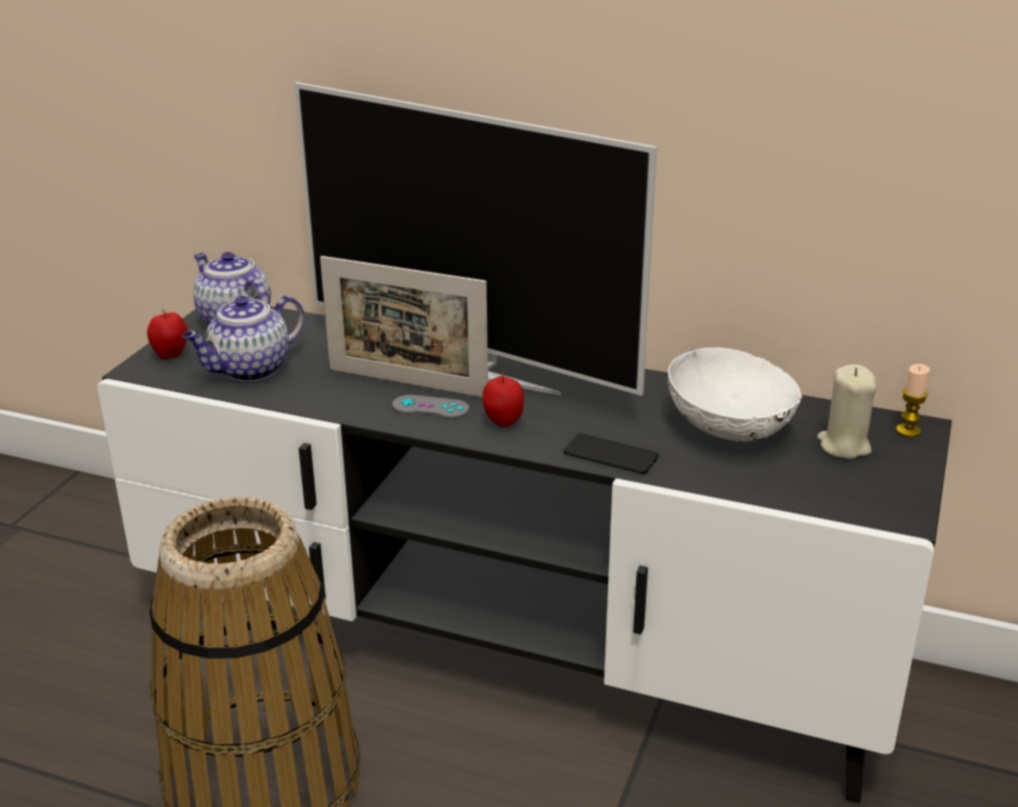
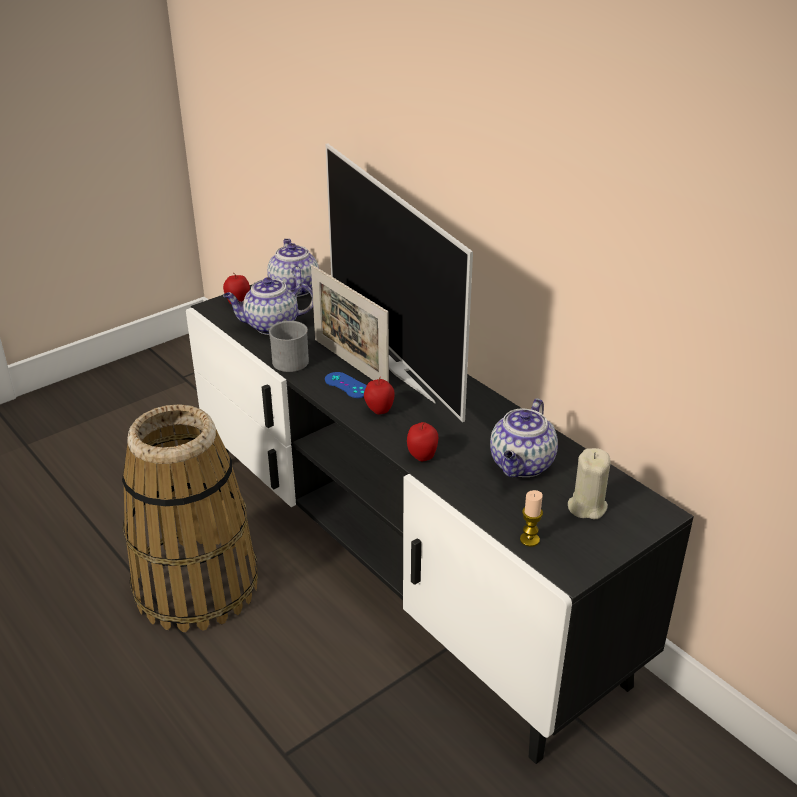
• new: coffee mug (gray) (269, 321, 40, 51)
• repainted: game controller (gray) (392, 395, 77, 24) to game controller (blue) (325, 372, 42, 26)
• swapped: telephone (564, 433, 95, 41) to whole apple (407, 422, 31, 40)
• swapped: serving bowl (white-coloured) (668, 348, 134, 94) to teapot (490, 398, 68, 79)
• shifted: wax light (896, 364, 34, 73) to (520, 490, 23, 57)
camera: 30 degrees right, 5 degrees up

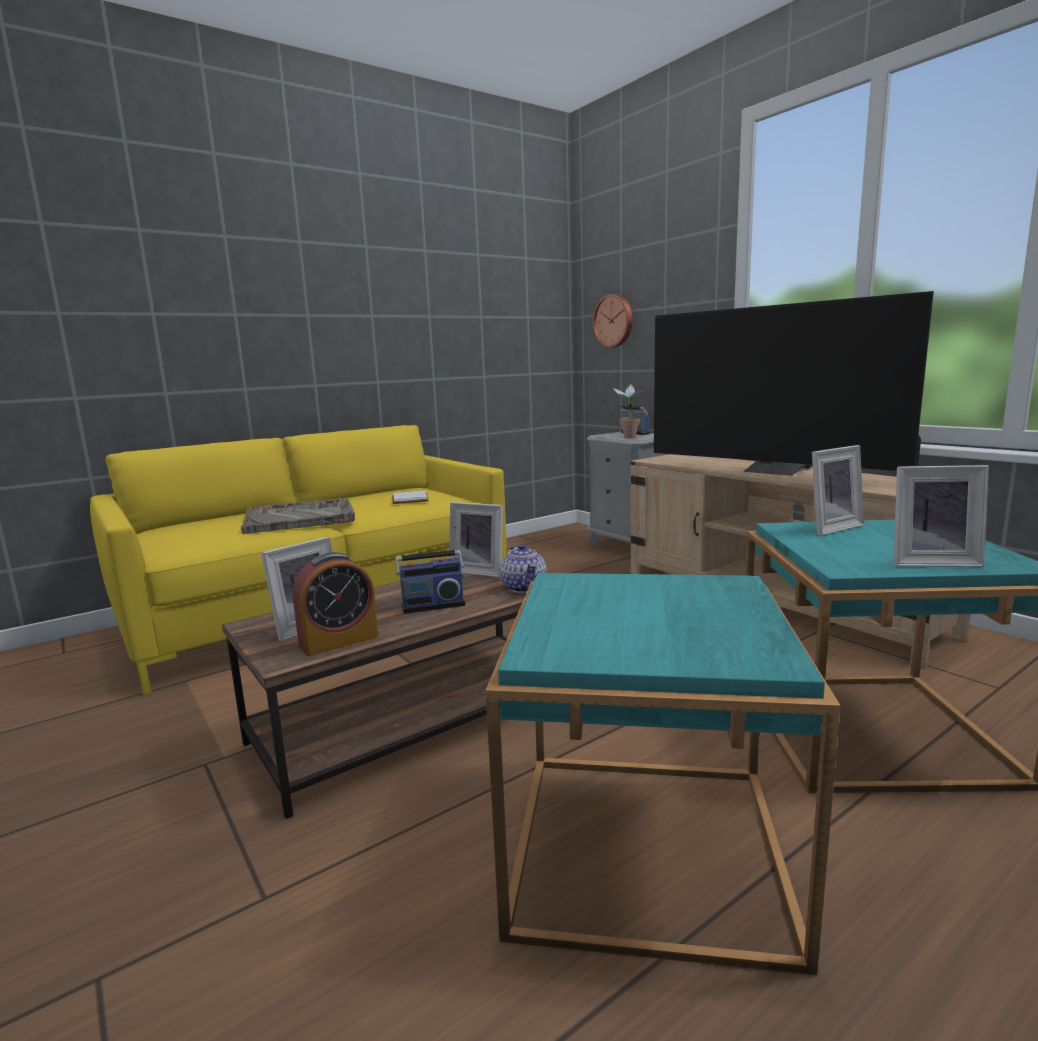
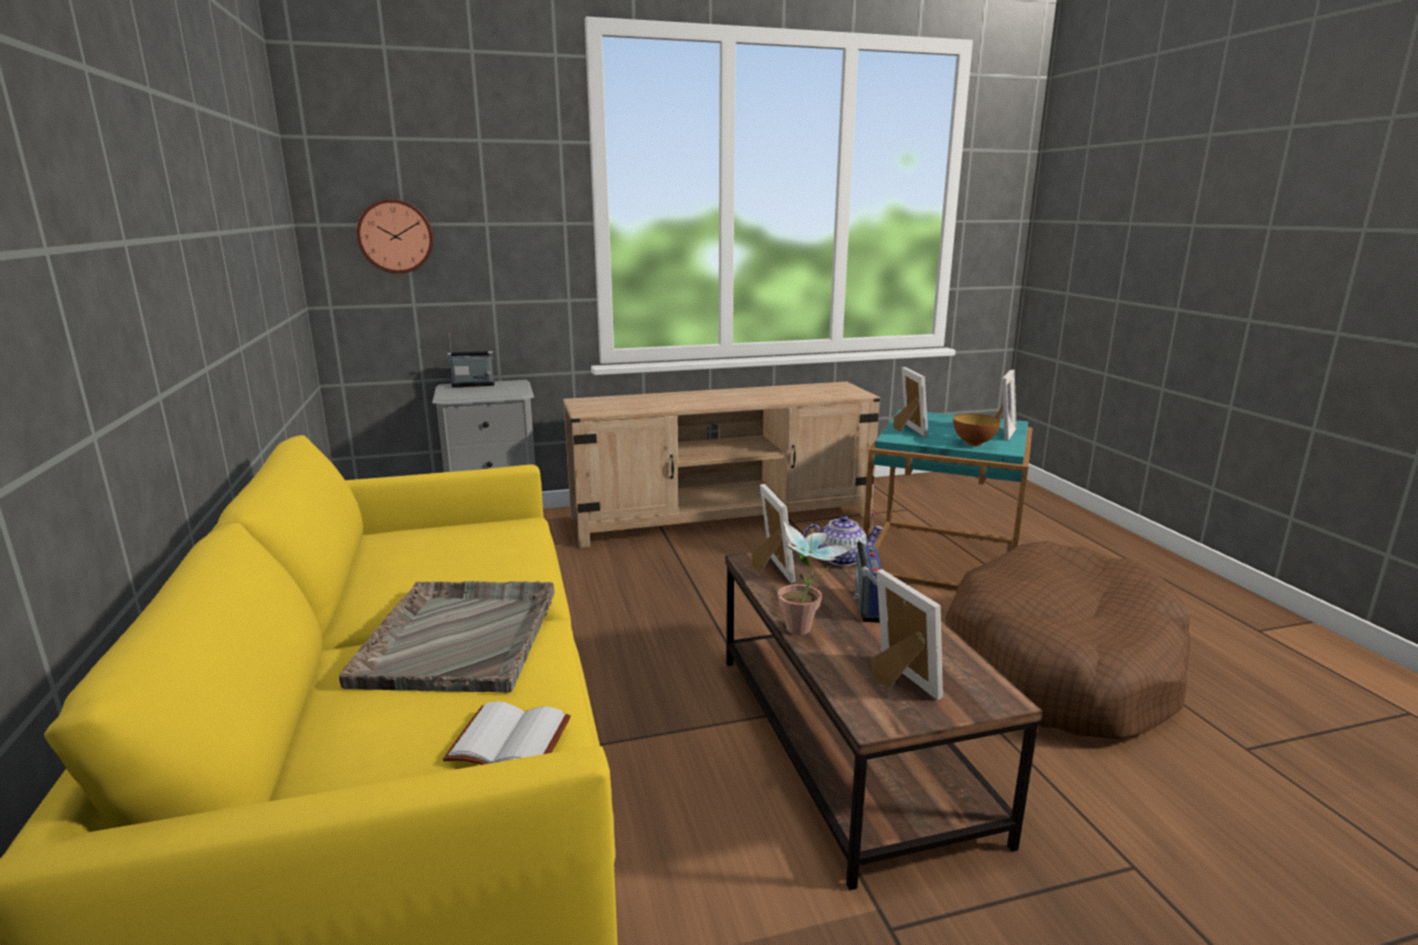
• shifted: bound book (white-coloured) (392, 491, 37, 13) to (442, 701, 129, 64)
• rotated: standing frame (449, 502, 54, 75) = (752, 484, 44, 99) 60 degrees counterclockwise
• shifted: houseplant (613, 385, 33, 53) to (778, 522, 75, 113)
• swapped: side table (turquoise) (486, 573, 355, 402) to dog bed (brown-coloured) (946, 541, 245, 199)
• new: serving bowl (953, 414, 48, 32)
• gone: bedside clock (293, 552, 86, 104)
• gone: television (654, 291, 280, 185)
camera: 70 degrees left, 5 degrees up

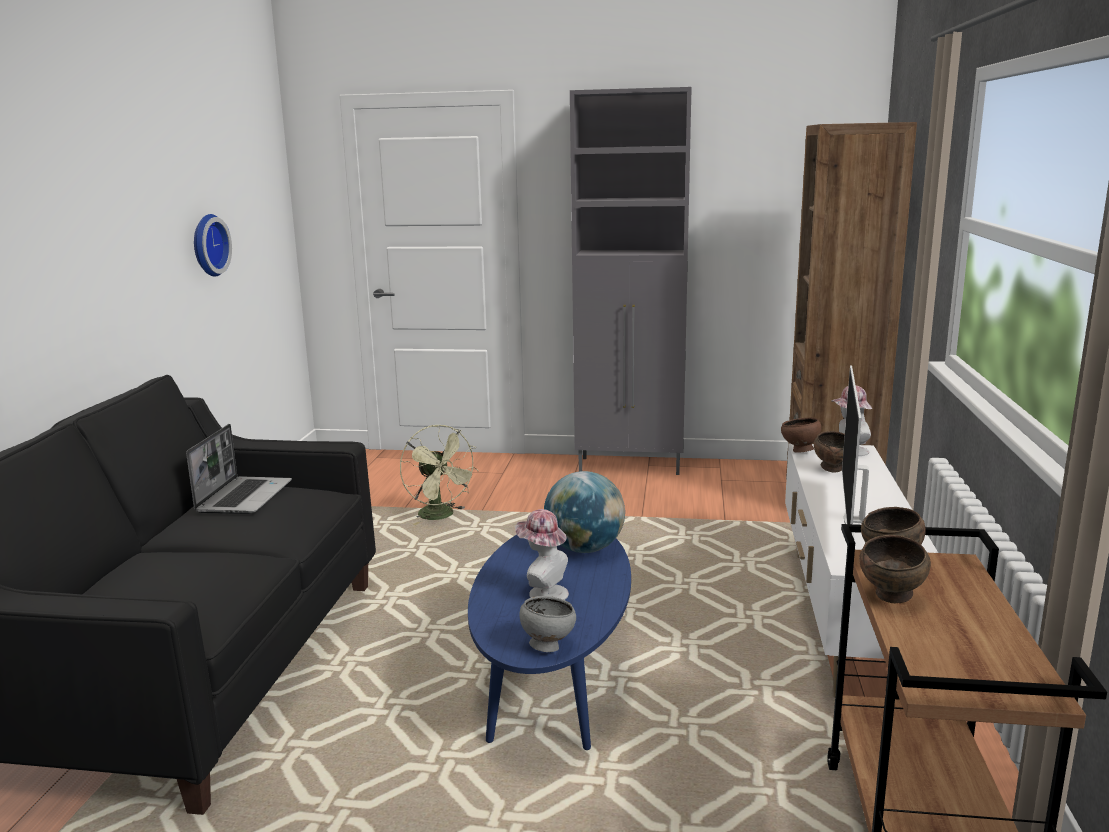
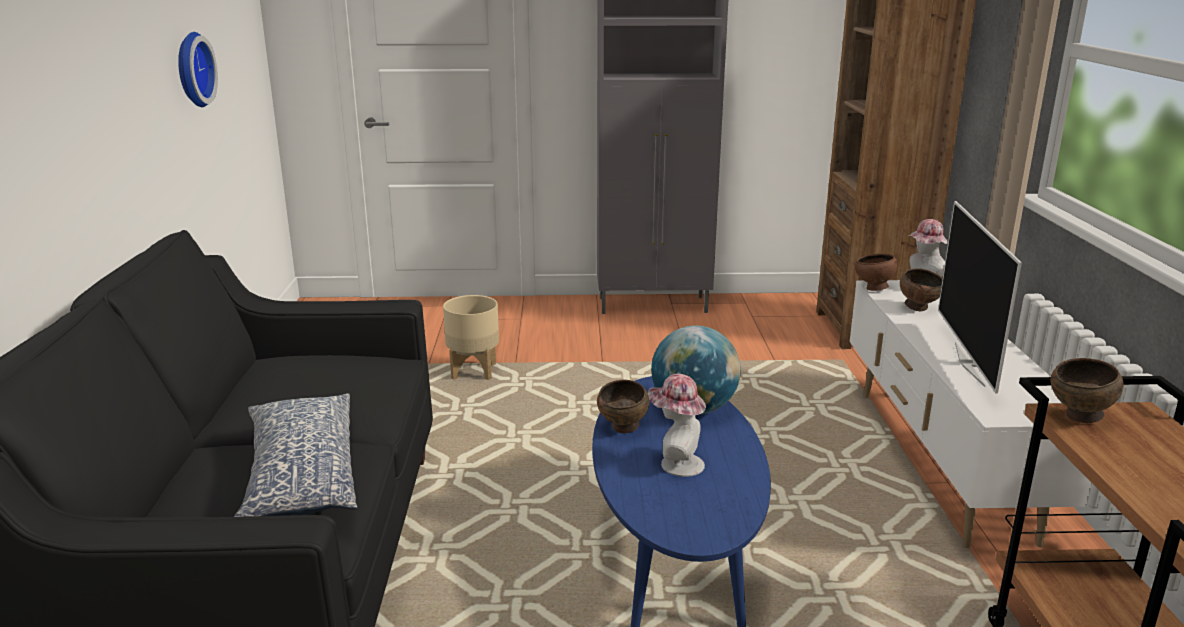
• new: pillow (234, 393, 124, 124)
• swapped: fan (green) (400, 425, 79, 100) to planter (beige-coloured) (443, 295, 56, 85)
• shifted: serving bowl (brown-coloured) (859, 535, 72, 68) to (597, 380, 52, 53)
• gone: portable computer (186, 424, 106, 90)
• gone: serving bowl (gray) (519, 596, 57, 56)
camera: 10 degrees left, 5 degrees up

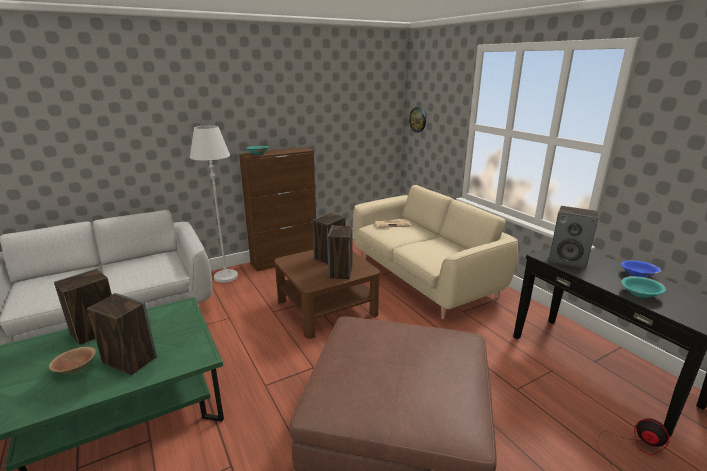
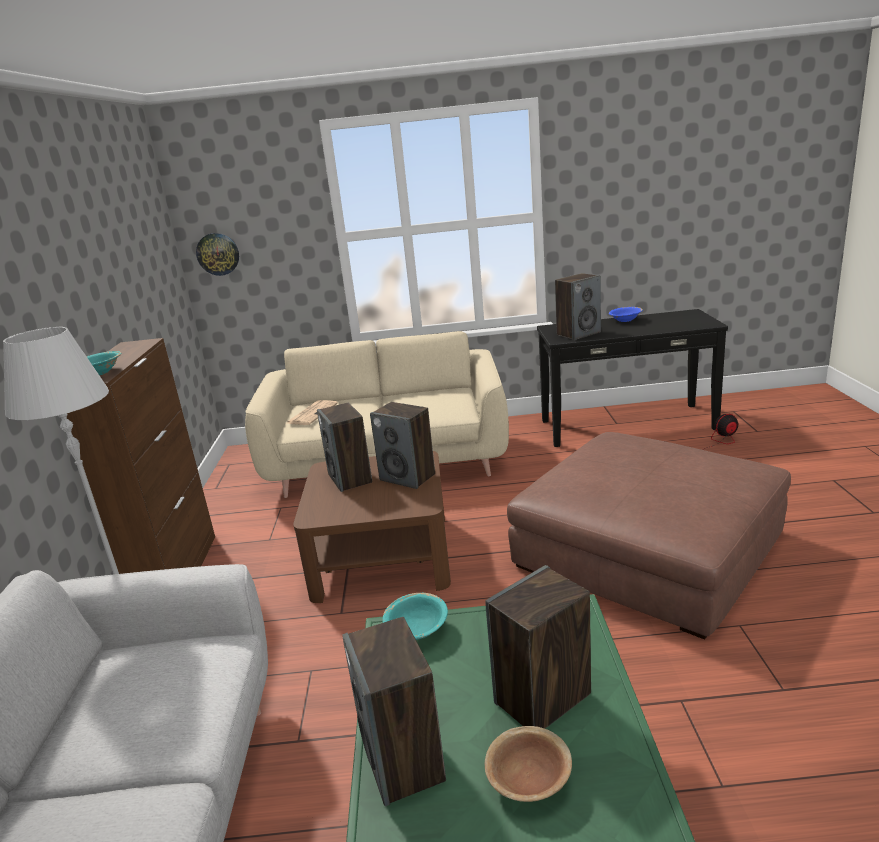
• shifted: serving bowl (turquoise) (622, 276, 44, 22) to (382, 593, 66, 47)
camera: 60 degrees left, 0 degrees up

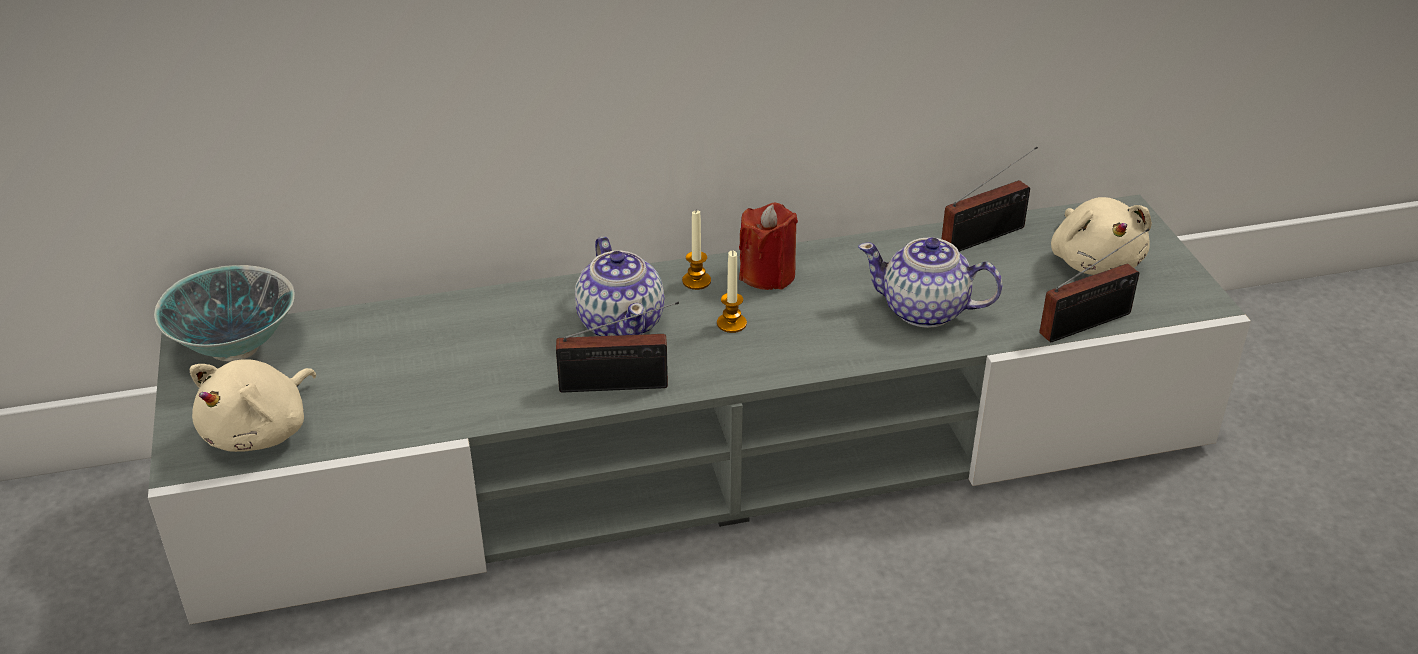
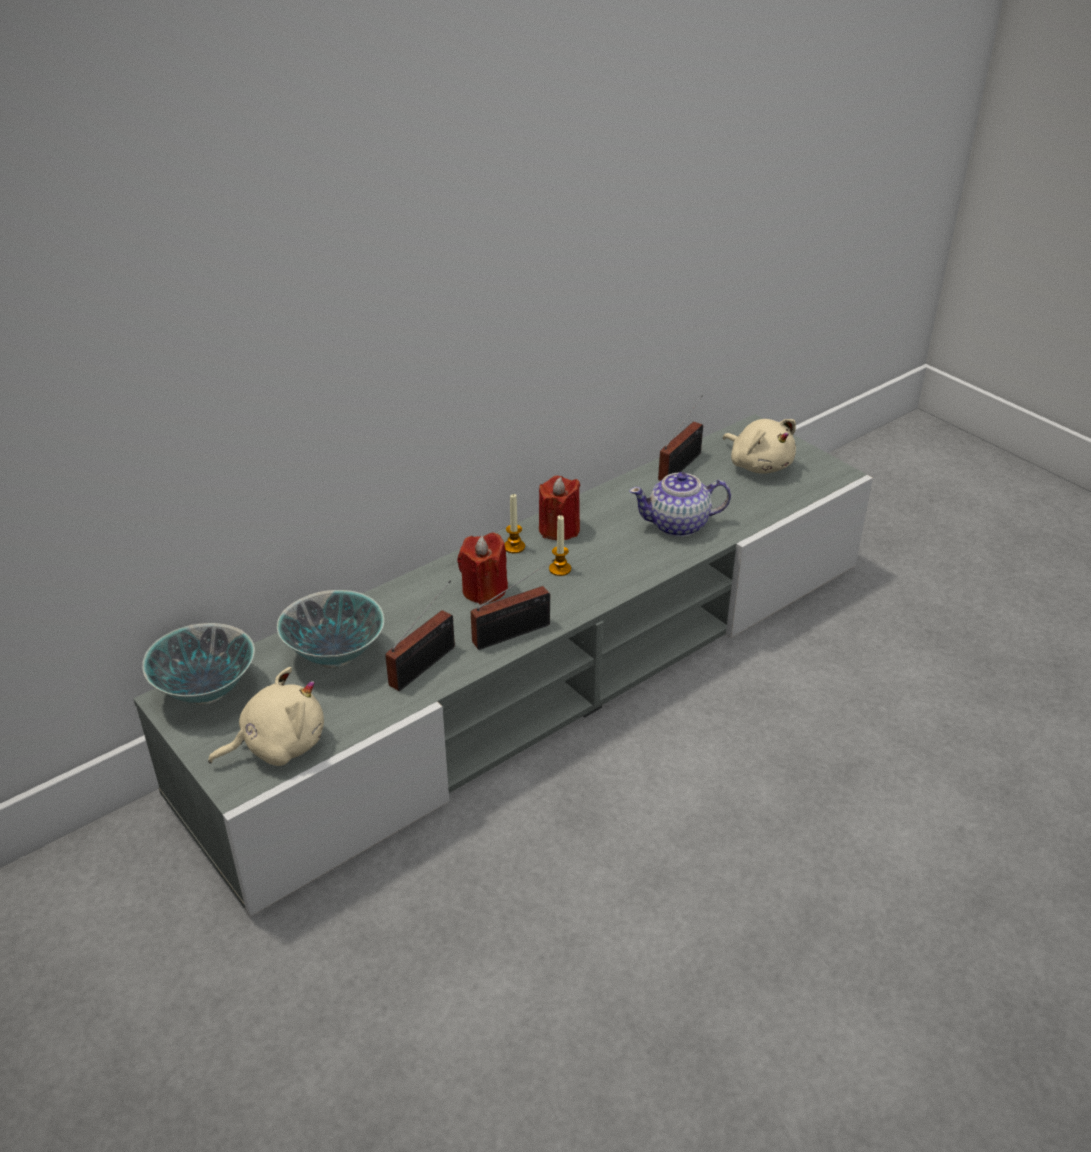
• rotated: cuddly toy (beige-coloured) (190, 359, 126, 93) = (208, 667, 116, 99) 120 degrees counterclockwise
• new: serving bowl (277, 590, 107, 78)
• shifted: radio set (1039, 229, 110, 113) to (385, 580, 70, 111)
• swapped: teapot (575, 237, 90, 99) to wax light (reddish) (457, 532, 51, 72)
camera: 25 degrees left, 0 degrees up

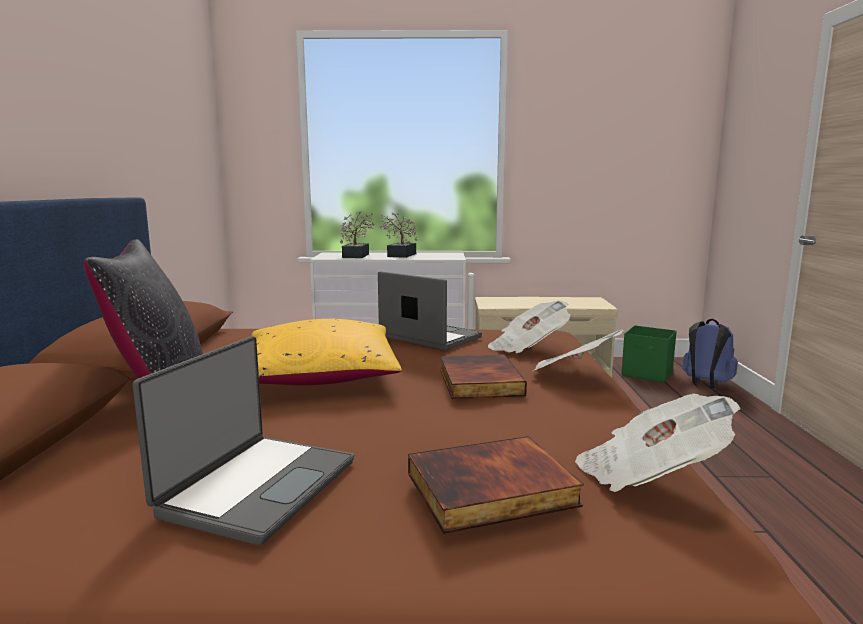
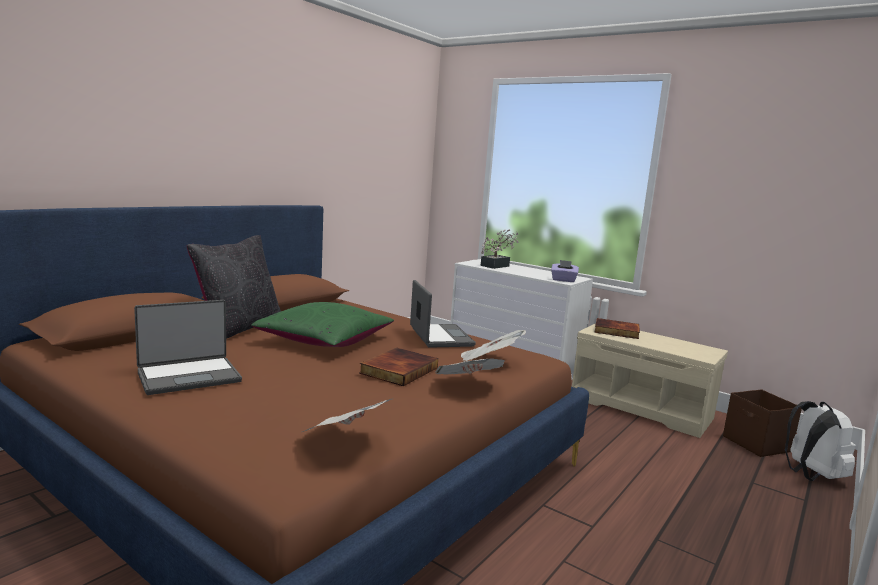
• repainted: pillow (yellow-coloured) (252, 319, 150, 66) to pillow (green) (251, 302, 143, 45)
• new: tissue holder (purplish) (551, 260, 28, 22)
• shifted: bound book (408, 436, 176, 98) to (594, 318, 46, 21)
• repainted: storage container (green) (621, 325, 56, 57) to storage container (brown-coloured) (723, 389, 79, 68)
• repainted: backpack (blue) (682, 319, 56, 70) to backpack (white-coloured) (785, 401, 70, 80)
• gone: houseplant (379, 213, 39, 45)
camera: 35 degrees right, 0 degrees up

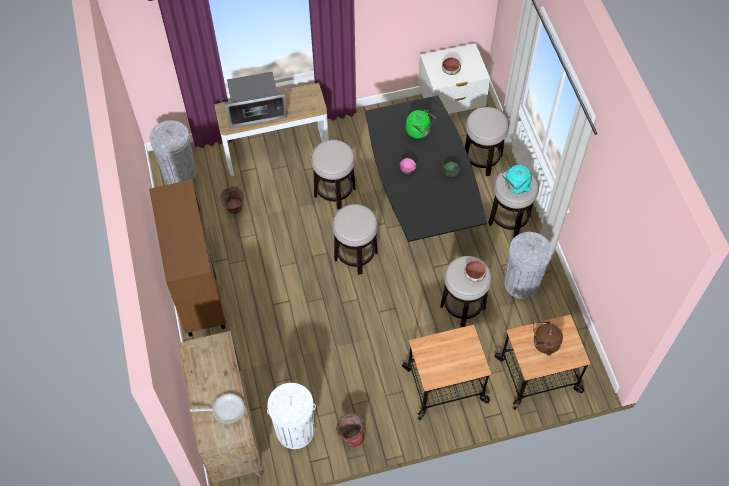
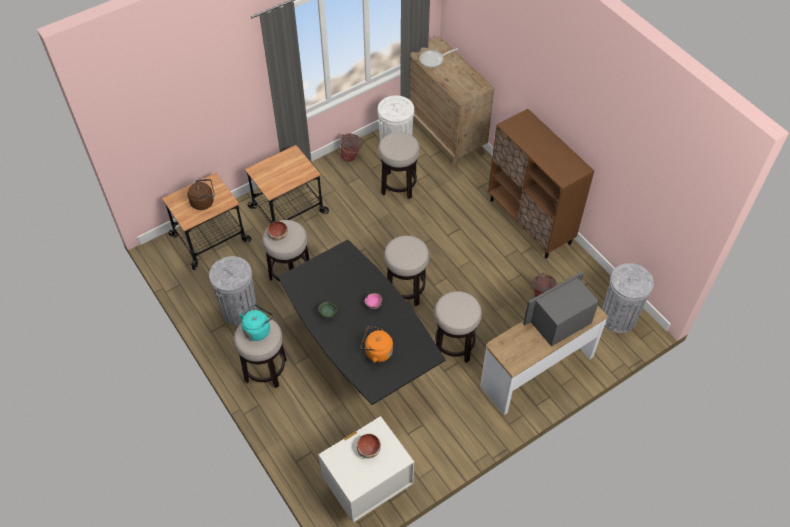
• repainted: kettle (green) (406, 109, 30, 30) to kettle (orangey) (360, 327, 33, 36)
• shifted: stool (465, 107, 44, 69) to (378, 132, 42, 67)
camera: 160 degrees right, 5 degrees down

